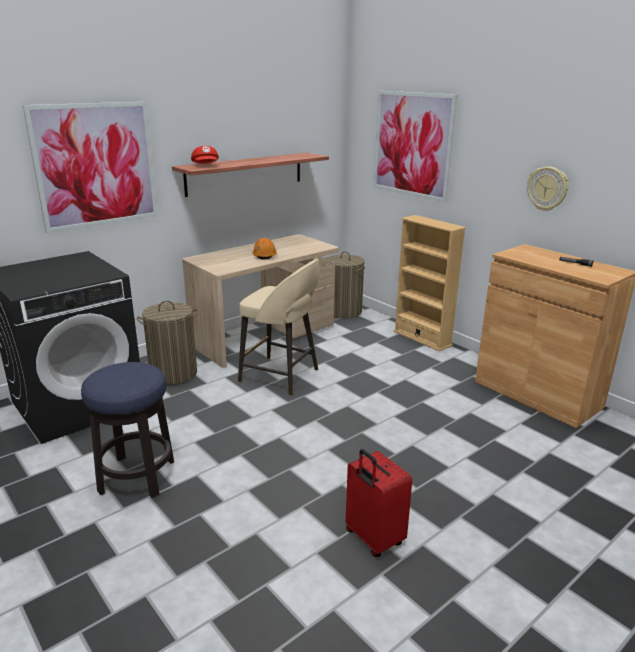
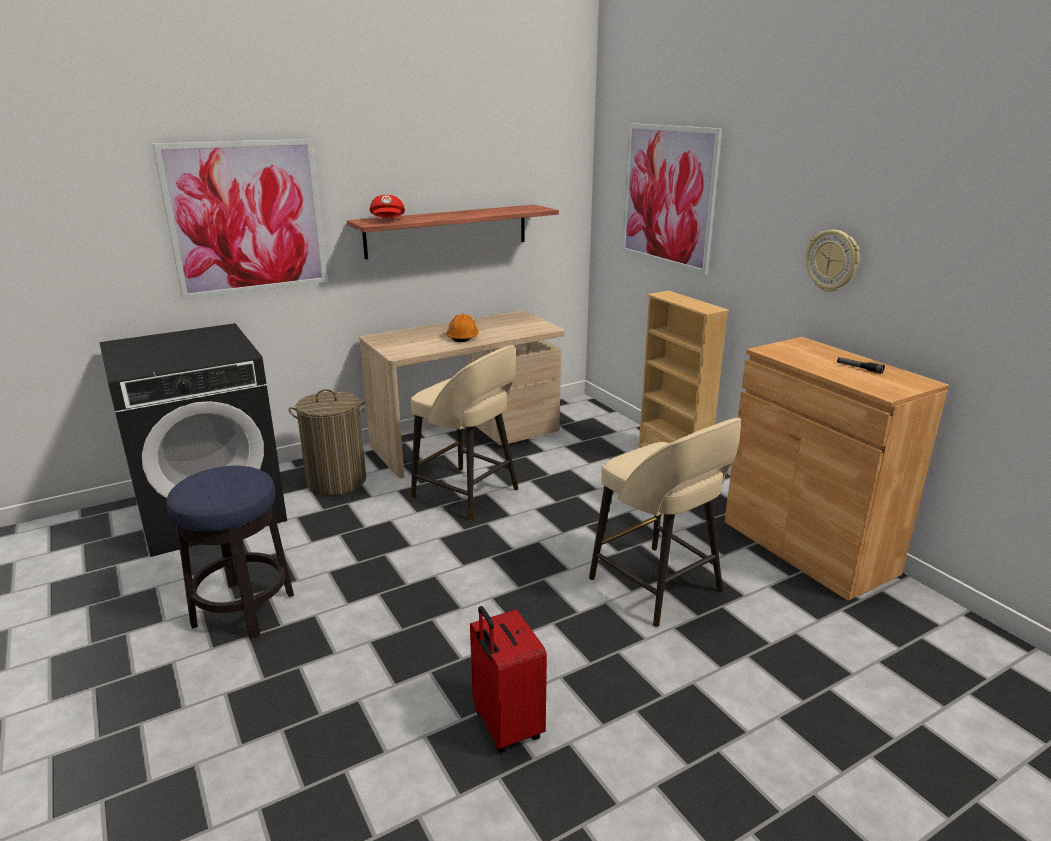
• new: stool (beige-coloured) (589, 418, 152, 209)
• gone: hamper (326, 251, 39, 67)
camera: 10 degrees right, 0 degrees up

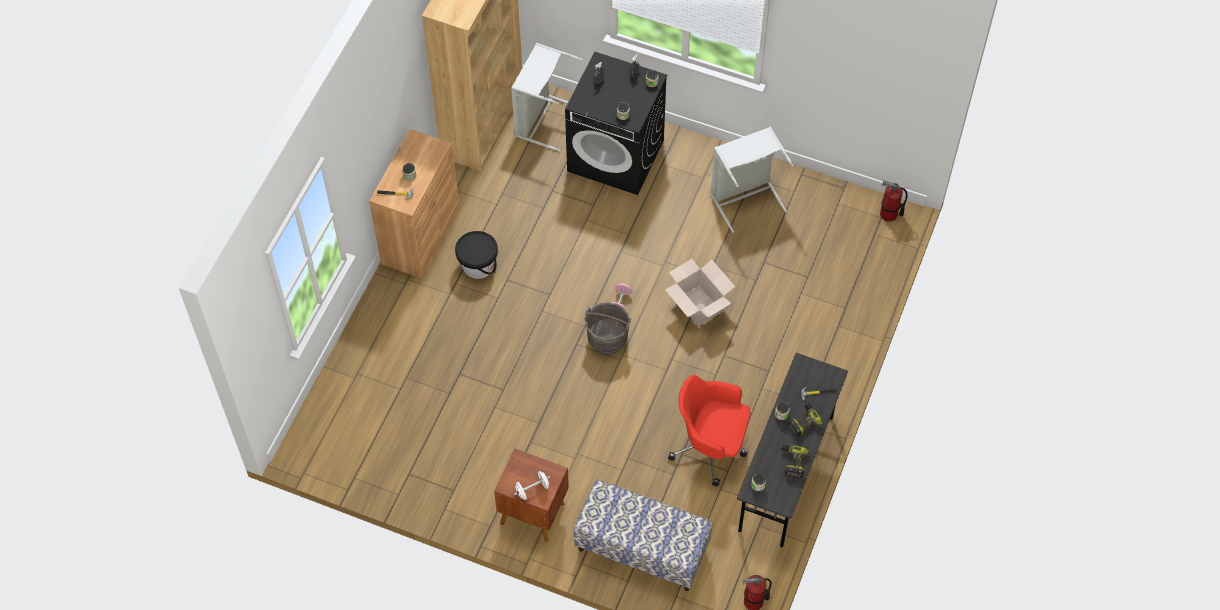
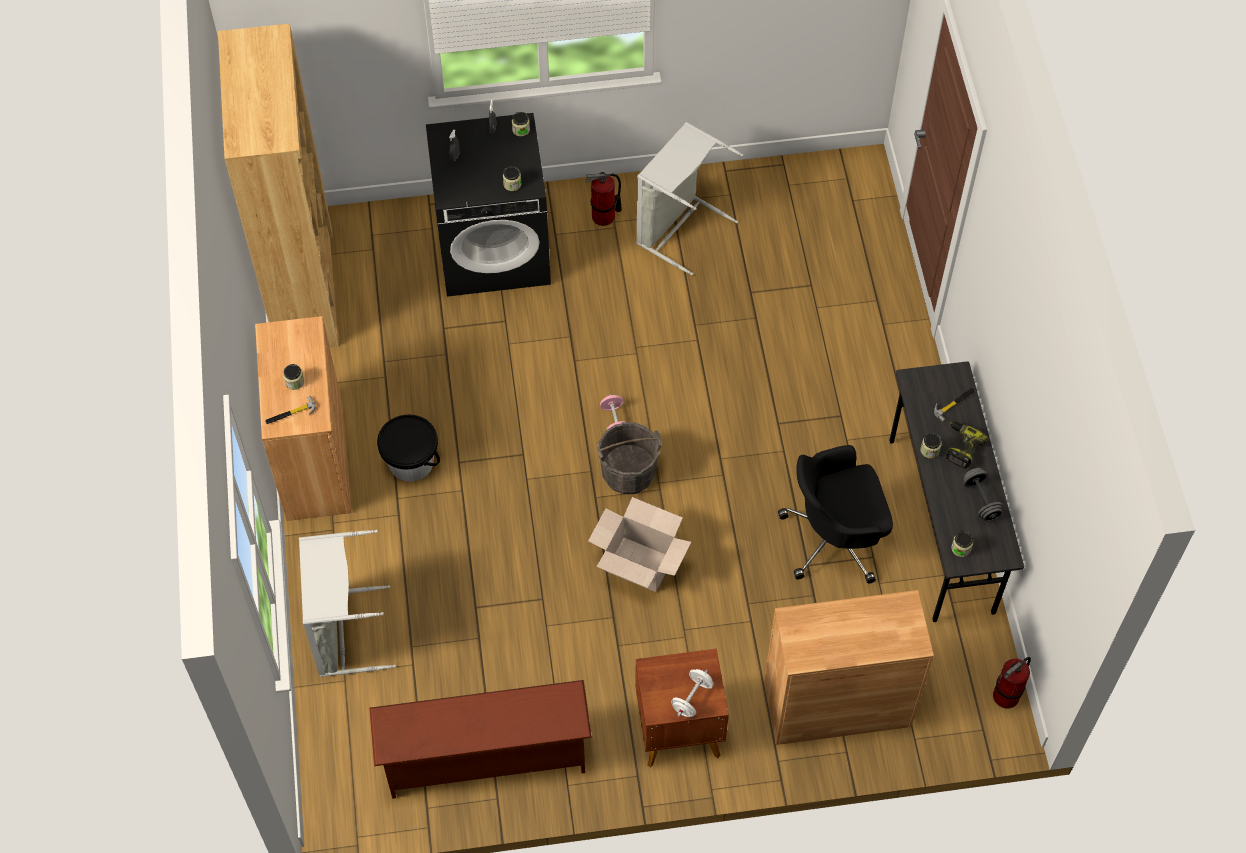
• shifted: hamper (gray) (511, 43, 72, 109) to (299, 530, 97, 147)
• new: shoe rack (brown-coloured) (369, 680, 223, 119)
• shifted: fire extinguisher (880, 181, 28, 41) to (586, 172, 36, 54)
• shifted: packing box (665, 259, 70, 67) to (588, 497, 103, 95)
• swapped: bench (574, 480, 138, 111) to storage cabinet (brown-coloured) (764, 590, 170, 155)
• repainted: office chair (reddish) (668, 375, 83, 112) to office chair (blackish) (778, 445, 115, 138)
• swapped: power drill (780, 445, 30, 33) to dumbbell (gray) (963, 468, 40, 54)
camera: 30 degrees left, 0 degrees up

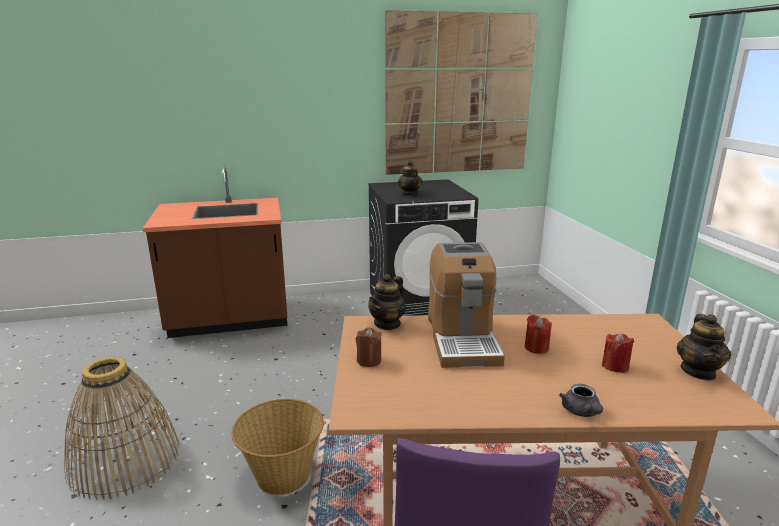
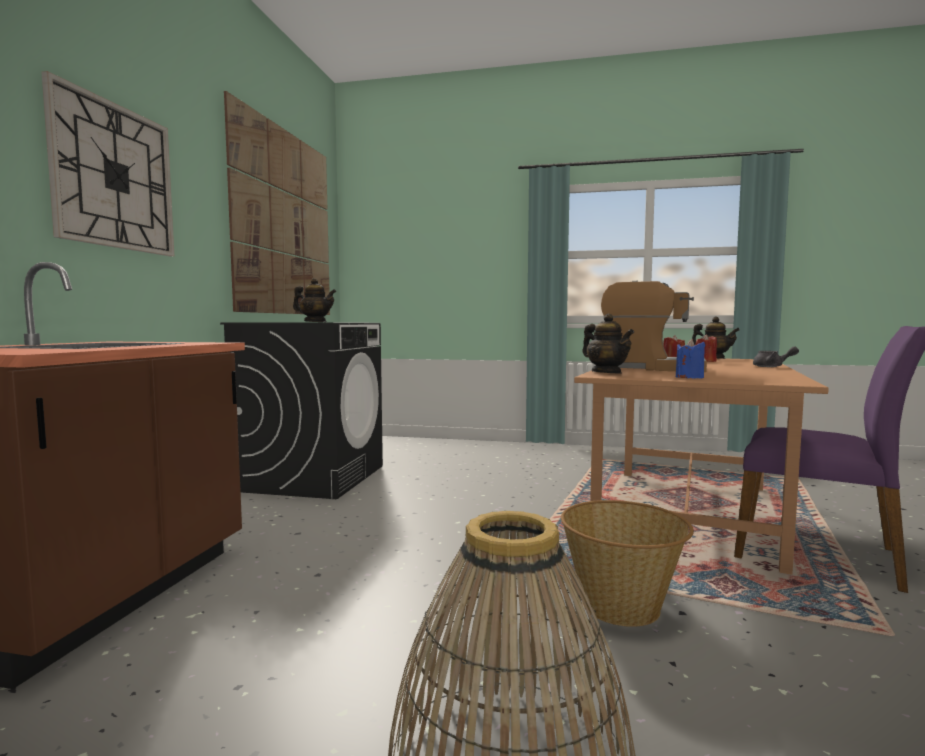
• new: hanging clock (41, 71, 133, 185)
• repainted: wax light (brown-coloured) (356, 327, 26, 40) to wax light (blue) (676, 339, 29, 39)
camera: 65 degrees left, 15 degrees down

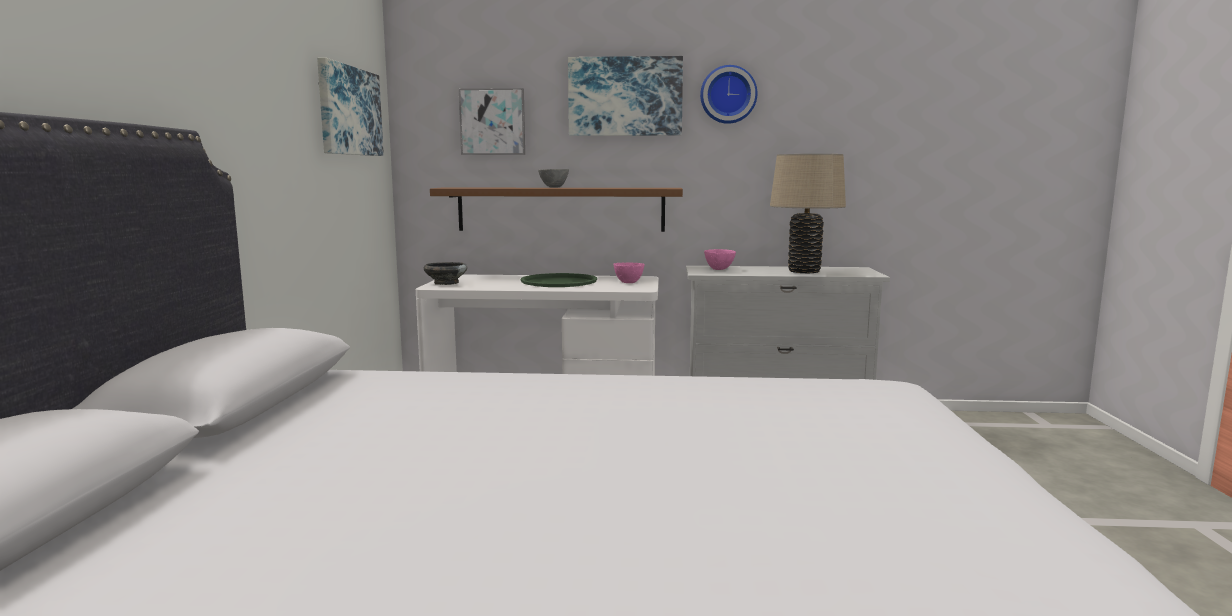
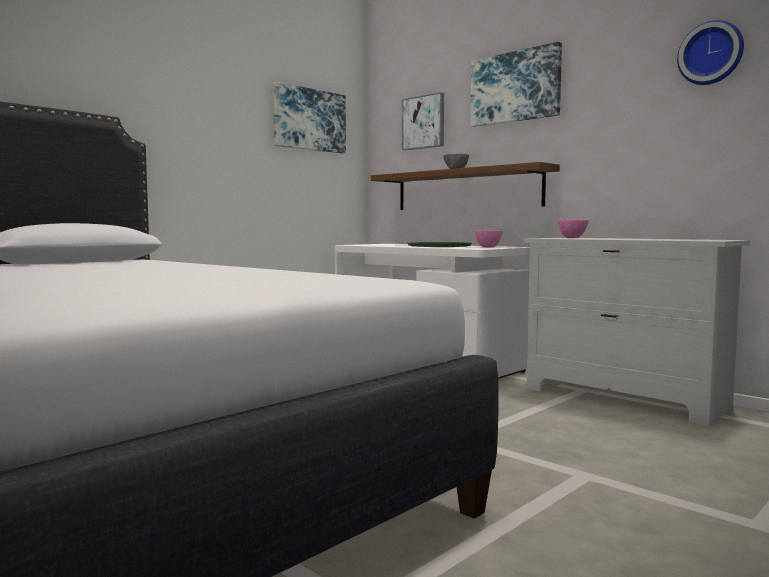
• shifted: hanging clock (700, 65, 57, 59) to (677, 20, 67, 65)
• gone: serving bowl (blackish) (424, 262, 43, 23)
• gone: lamp for a table (beige-coloured) (770, 154, 76, 119)
camera: 40 degrees right, 5 degrees down

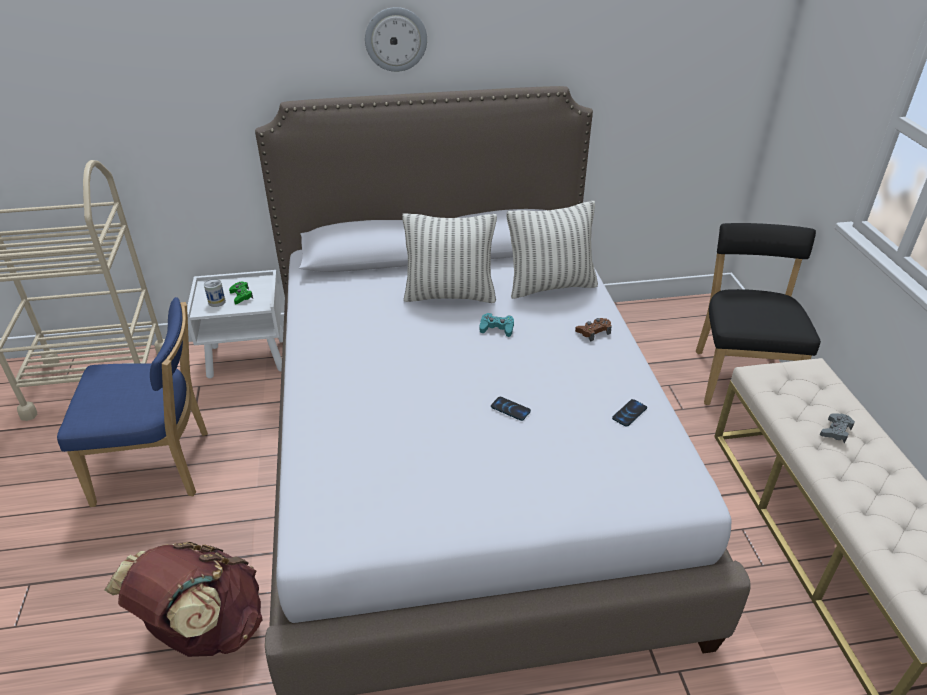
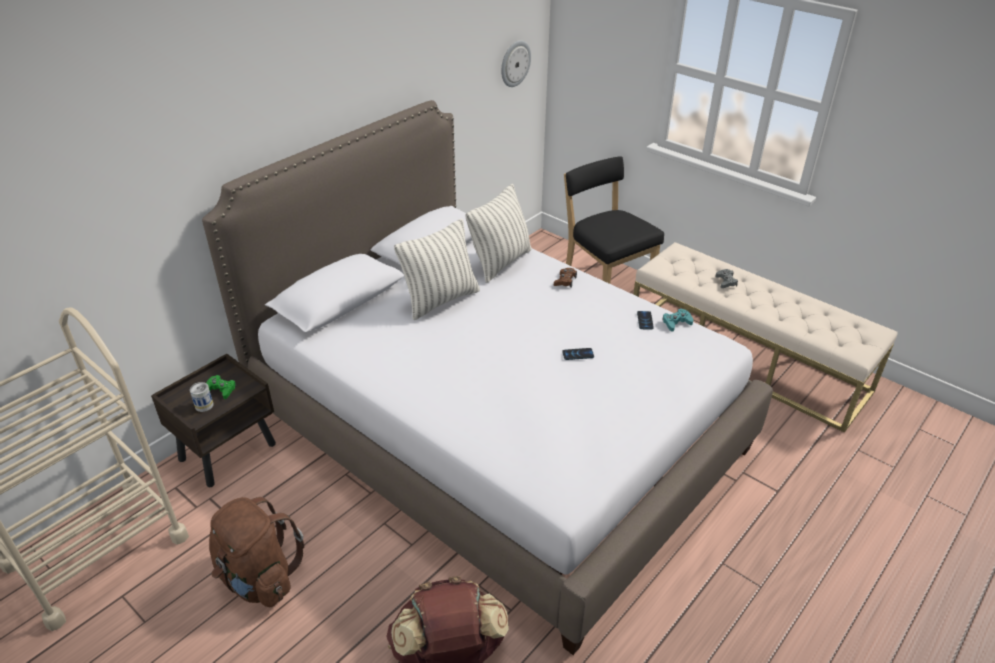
• repainted: nightstand (white-coloured) (187, 270, 96, 108) to nightstand (brown-coloured) (151, 354, 125, 133)
• swapped: chair (blue) (57, 297, 151, 210) to backpack (brown-coloured) (209, 497, 95, 110)
• shifted: hanging clock (365, 7, 62, 65) to (501, 40, 30, 47)
• shifted: game controller (turquoise) (480, 313, 34, 24) to (662, 308, 31, 24)
camera: 40 degrees left, 0 degrees up

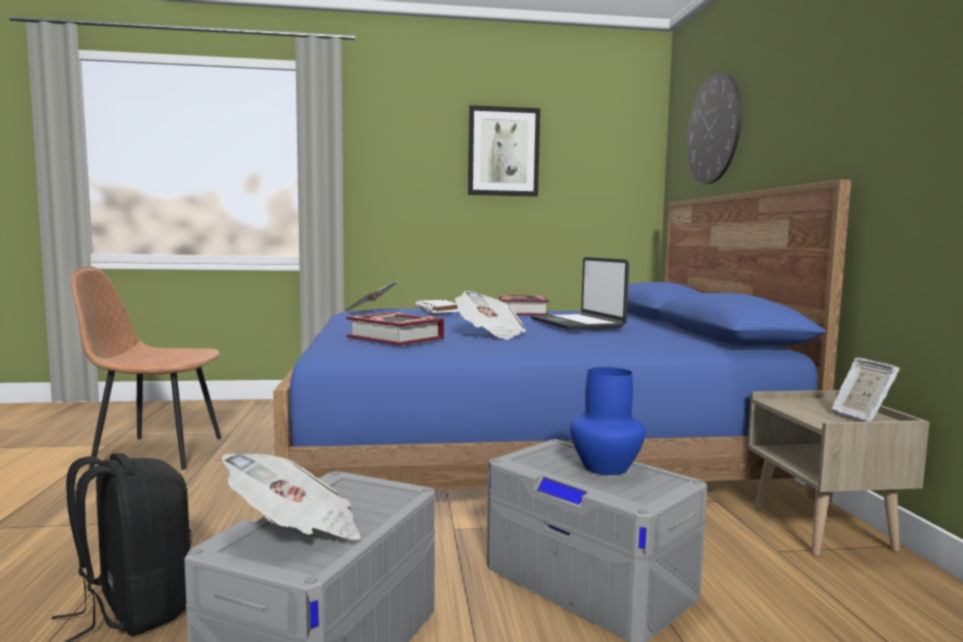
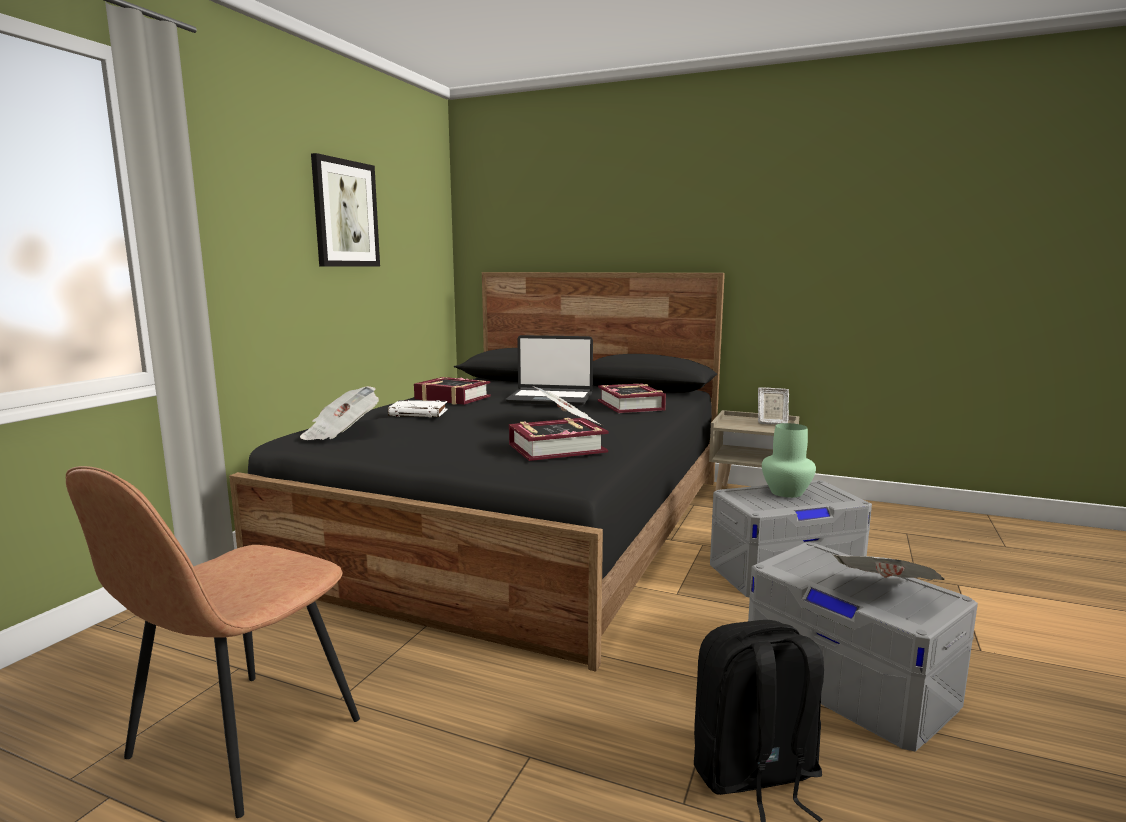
• repainted: bed (blue) (273, 179, 578, 322) to bed (blackish) (229, 272, 496, 400)
• new: bound book (598, 383, 68, 30)
• repainted: flower vase (blue) (570, 367, 76, 108) to flower vase (green) (762, 423, 54, 75)
• gone: hanging clock (687, 73, 55, 111)
camera: 60 degrees left, 5 degrees up

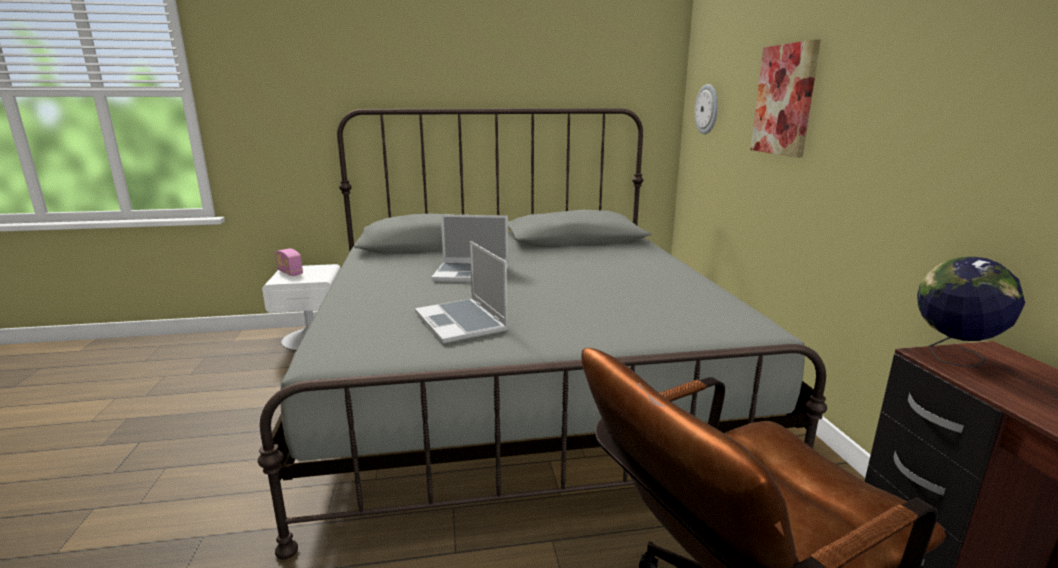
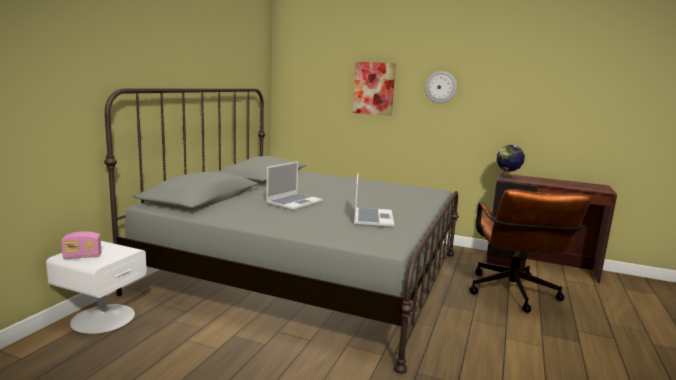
• rotated: portable computer (415, 241, 93, 103) = (354, 173, 40, 55) 90 degrees counterclockwise
• shifted: hanging clock (695, 84, 23, 50) to (425, 71, 32, 32)
camera: 60 degrees left, 5 degrees down

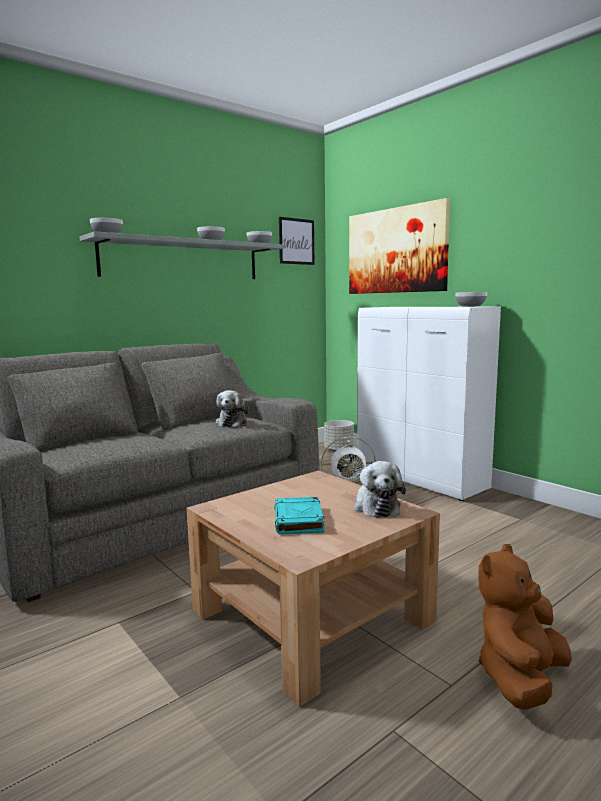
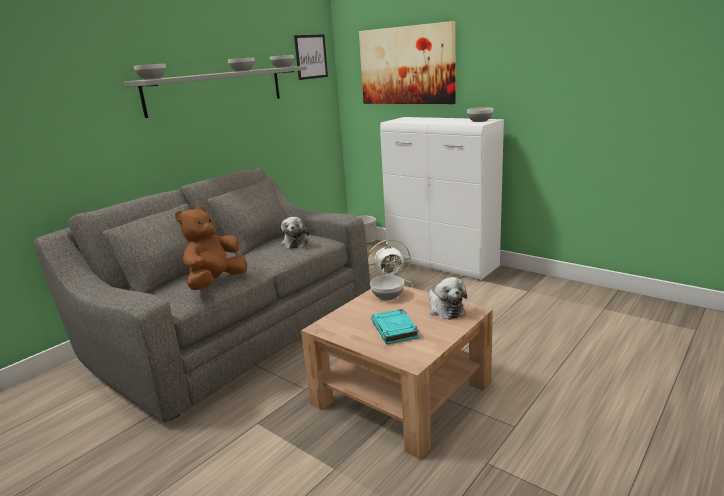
• shifted: cuddly toy (brown-coloured) (479, 544, 93, 166) to (175, 206, 72, 84)
• new: serving bowl (370, 275, 34, 25)
camera: 10 degrees left, 10 degrees up

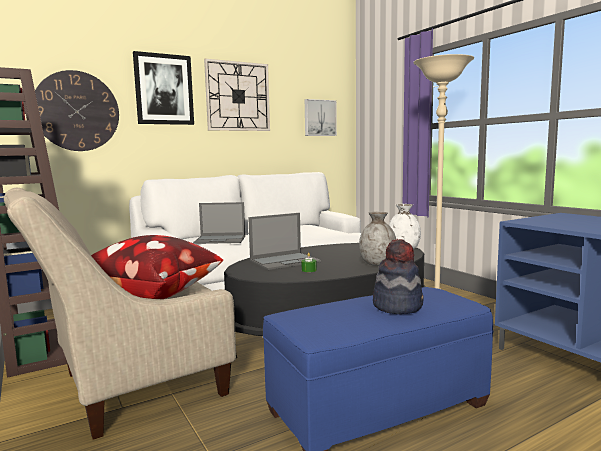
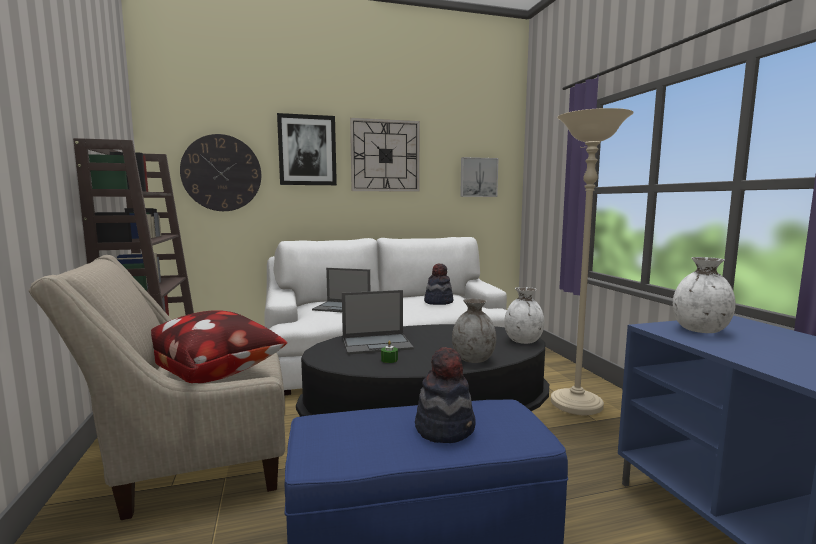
• new: clothing hat (424, 264, 29, 41)
• new: flower vase (white-coloured) (673, 257, 63, 76)
camera: 15 degrees right, 0 degrees up

